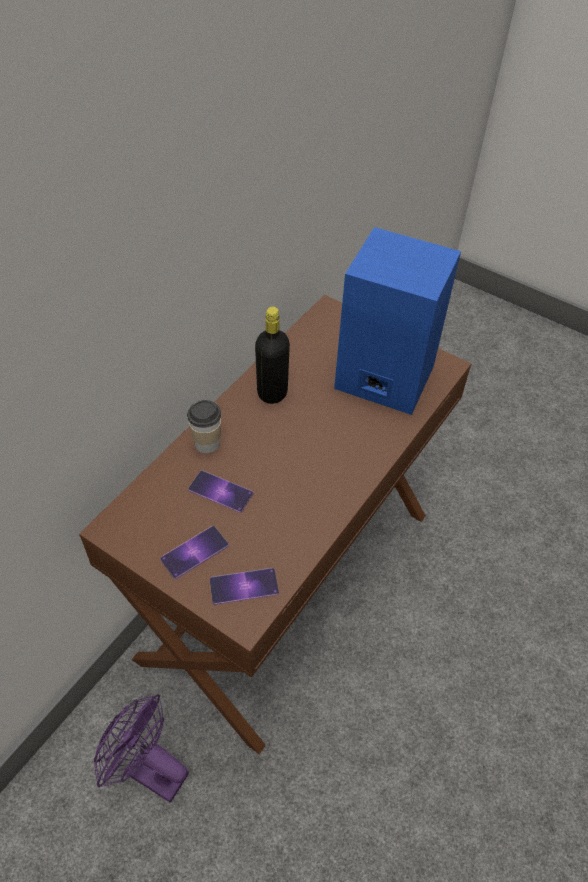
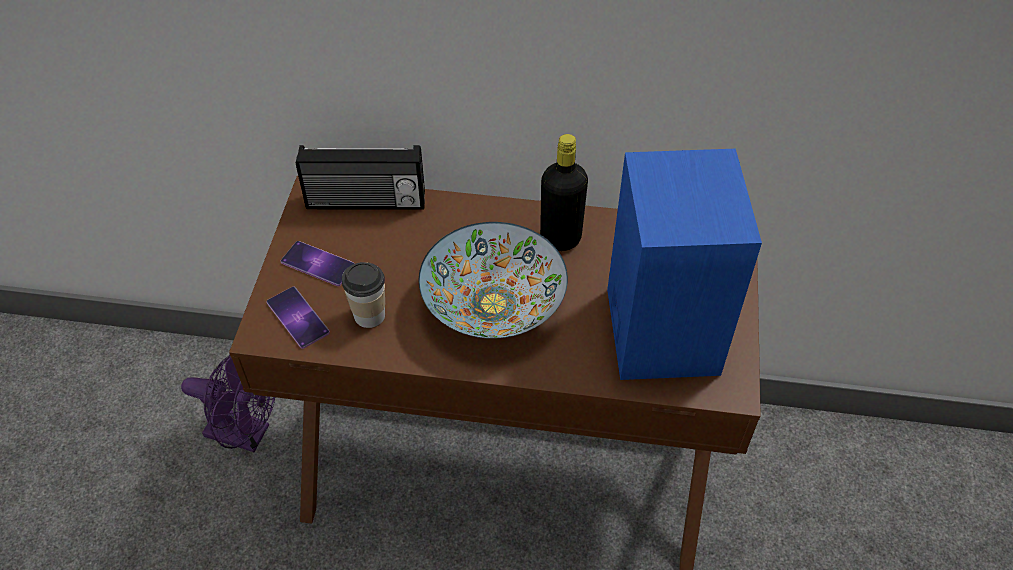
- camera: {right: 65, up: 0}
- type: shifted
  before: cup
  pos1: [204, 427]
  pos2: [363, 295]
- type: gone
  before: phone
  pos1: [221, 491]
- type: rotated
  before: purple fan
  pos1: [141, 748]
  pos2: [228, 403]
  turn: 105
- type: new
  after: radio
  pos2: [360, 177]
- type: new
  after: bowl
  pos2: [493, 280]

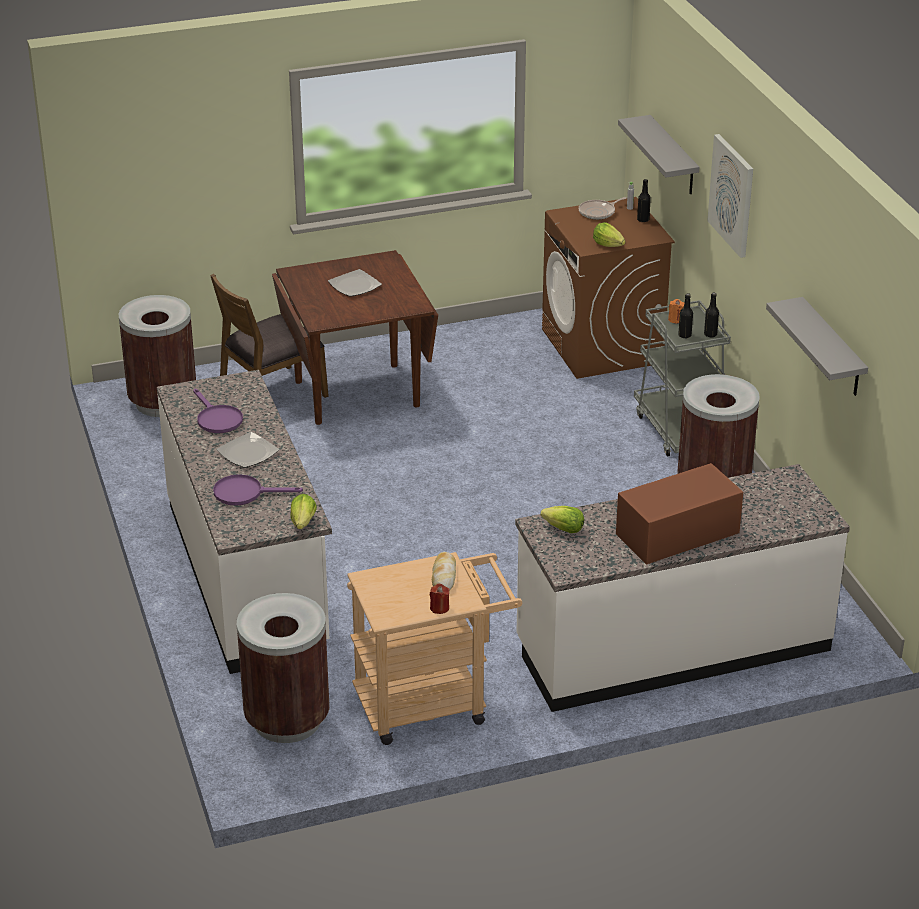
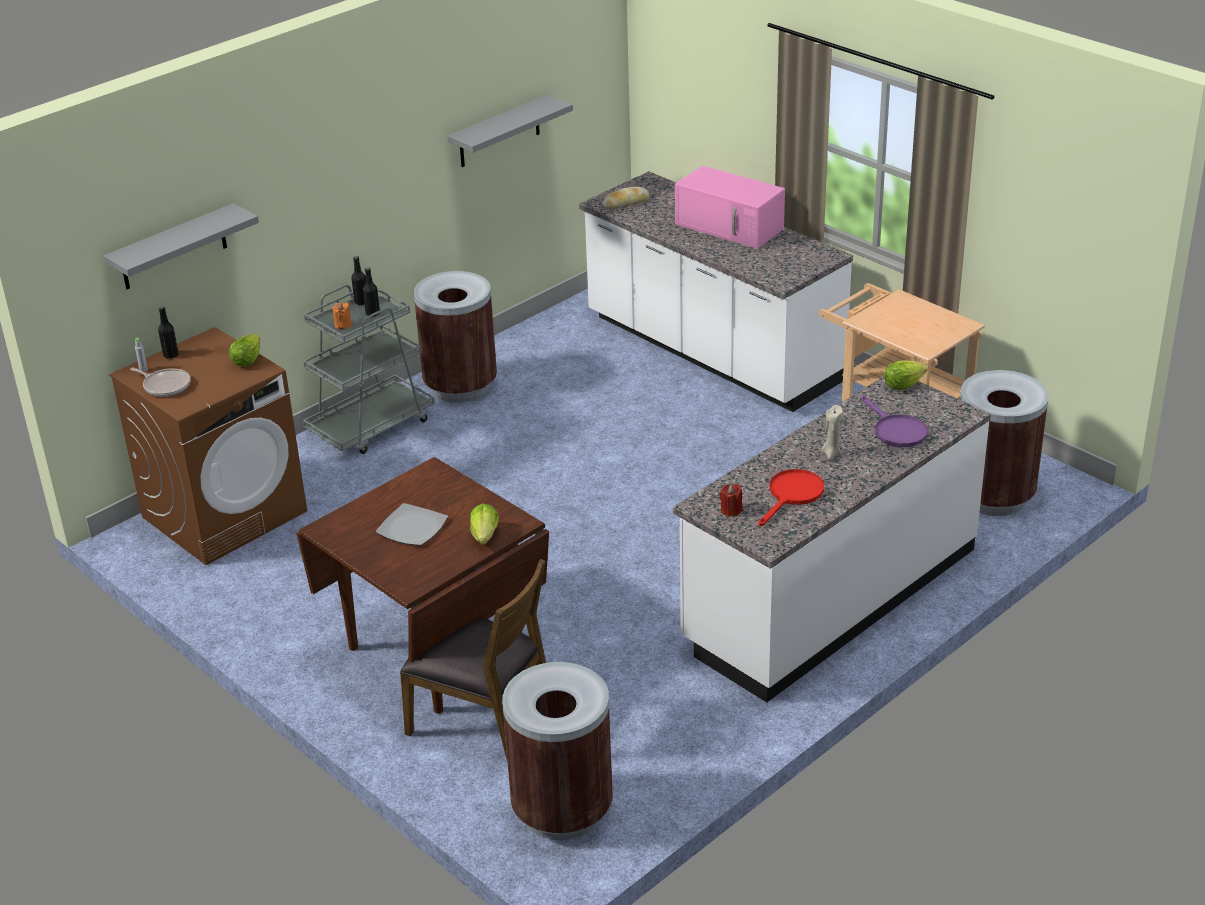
- camera: {right: -115, up: 0}
- type: gone
  before: picture
  pos1: [730, 196]
- type: repainted
  before: purple frying pan
  after: red frying pan
  pos1: [218, 411]
  pos2: [791, 497]
- type: swapped
  before: plate
  after: beige candle
  pos1: [248, 450]
  pos2: [832, 432]
- type: repainted
  before: brown microwave
  after: pink microwave
  pos1: [679, 514]
  pos2: [730, 207]
- type: shifted
  before: lettuce
  pos1: [562, 519]
  pos2: [484, 523]
- type: shifted
  before: bread
  pos1: [444, 571]
  pos2: [625, 198]
- type: shifted
  before: red candle
  pos1: [440, 599]
  pos2: [730, 500]

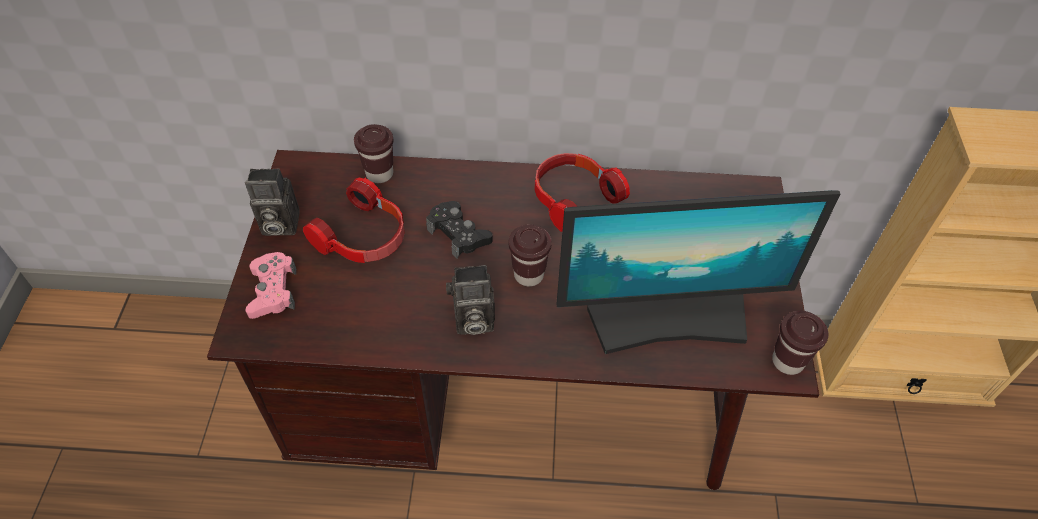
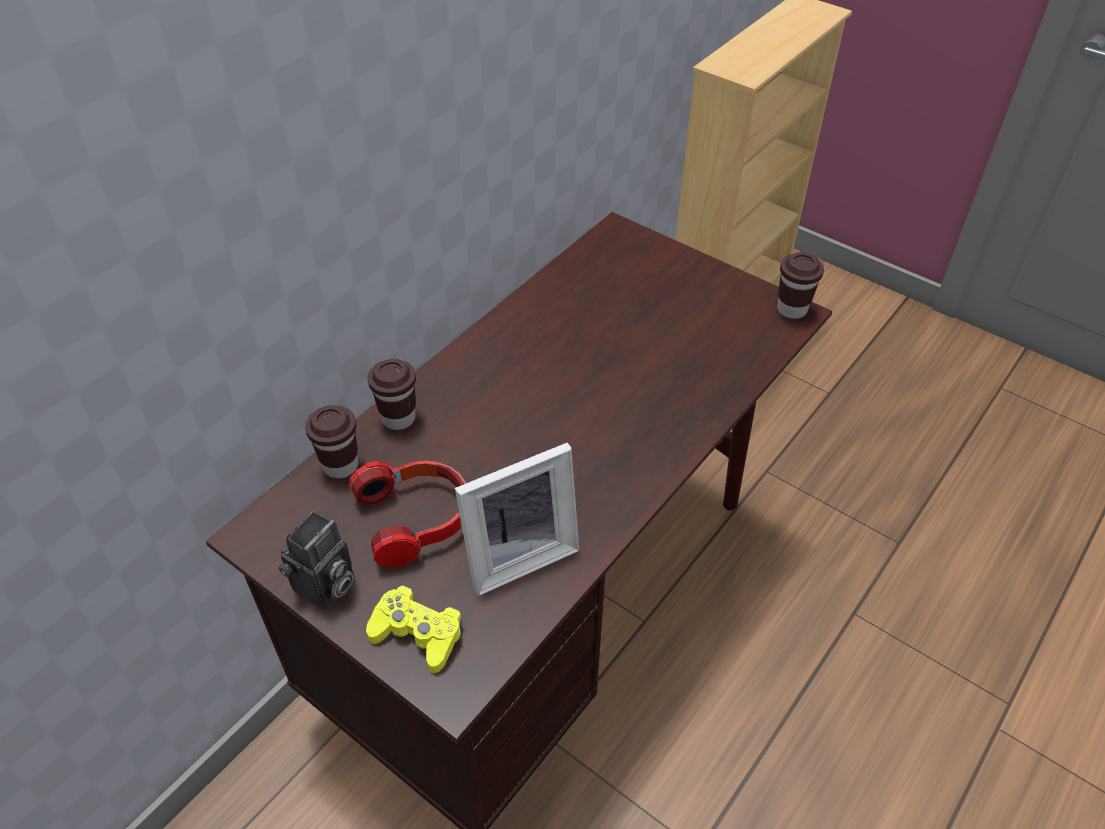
- camera: {right: -55, up: -5}
- type: gone
  before: headphones
  pos1: [582, 192]
- type: gone
  before: monitor
  pos1: [698, 272]
- type: gone
  before: black game controller
  pos1: [459, 230]
- type: shifted
  before: brown cup
  pos1: [530, 255]
  pos2: [392, 394]
- type: repainted
  before: pink game controller
  after: yellow game controller
  pos1: [270, 285]
  pos2: [414, 629]
- type: gone
  before: photo camera
  pos1: [470, 300]
- type: new
  after: picture frame
  pos2: [517, 519]

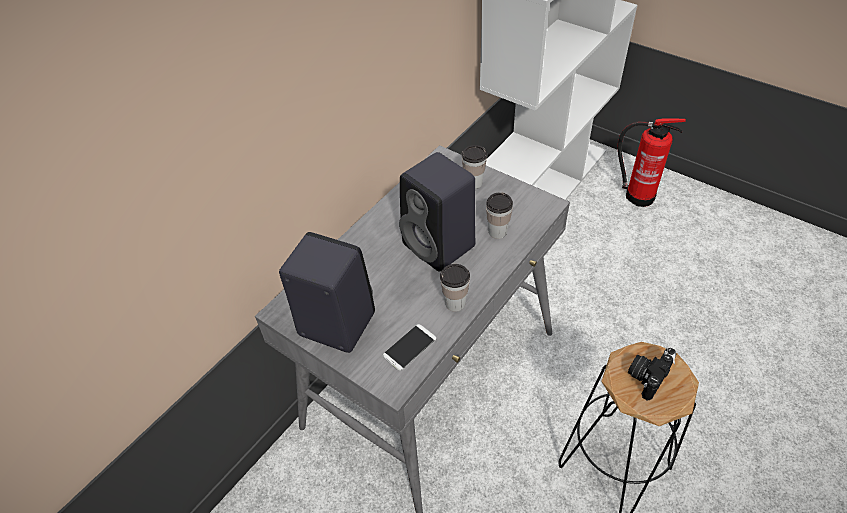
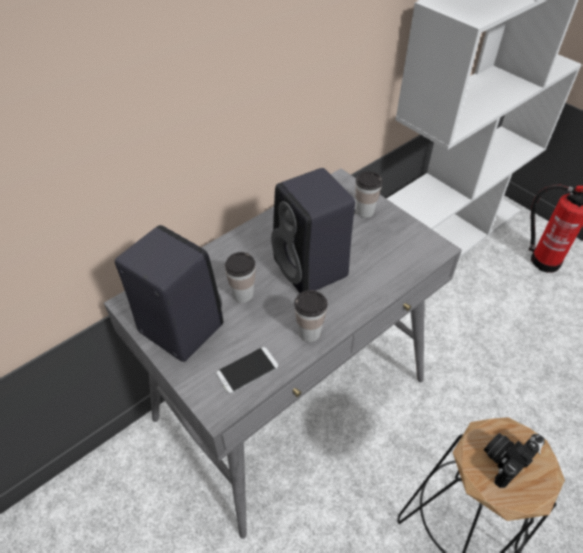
- camera: {right: 10, up: 0}
- type: shifted
  before: cup
  pos1: [499, 215]
  pos2: [240, 277]

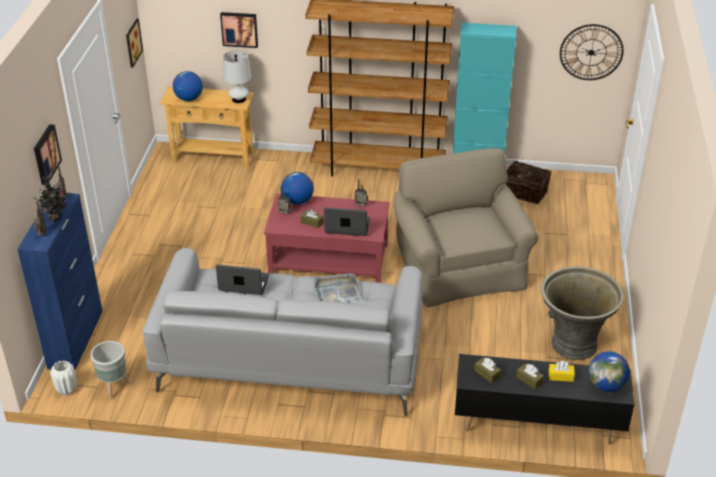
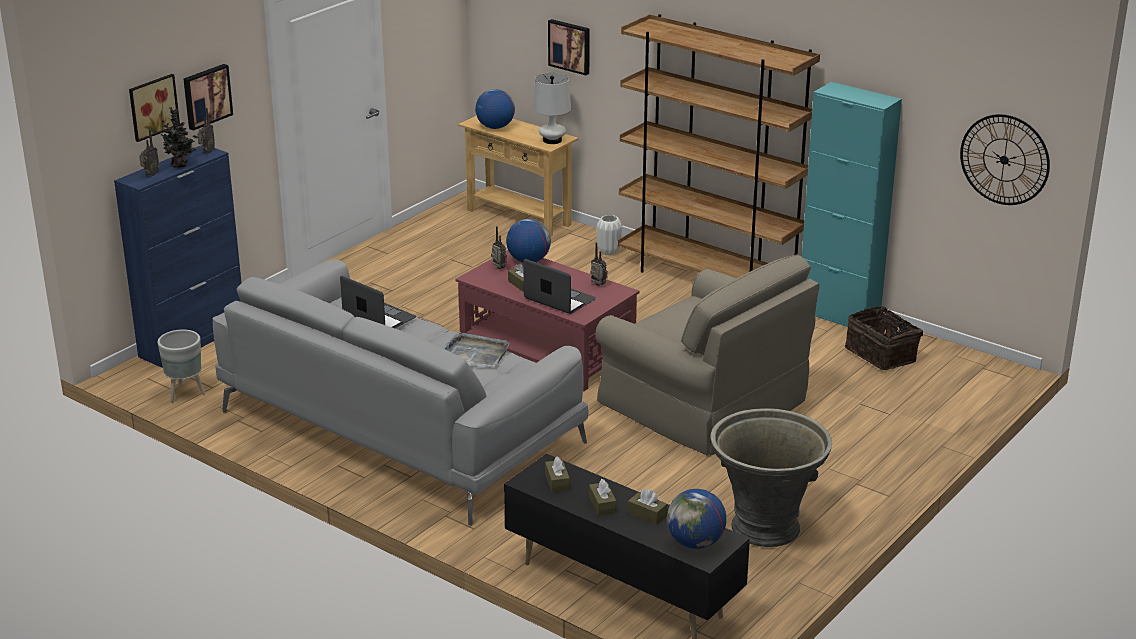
- camera: {right: 30, up: -10}
- type: shifted
  before: picture
  pos1: [134, 43]
  pos2: [154, 108]
- type: rotated
  before: beige armchair
  pos1: [466, 227]
  pos2: [707, 355]
  turn: 120
- type: shifted
  before: white vase
  pos1: [63, 377]
  pos2: [609, 235]
- type: repainted
  before: yellow tissue box
  after: brown tissue box
  pos1: [562, 371]
  pos2: [647, 507]

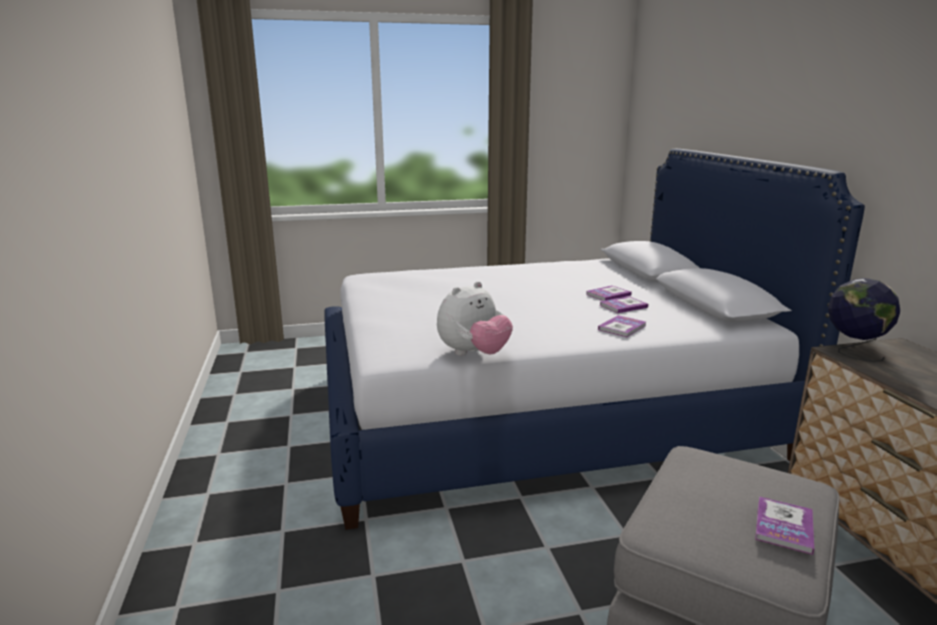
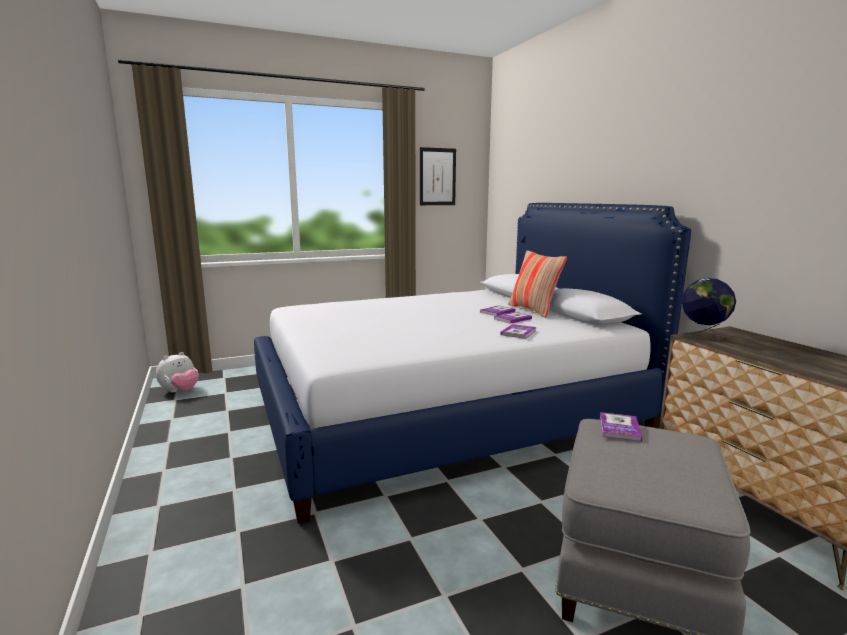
- camera: {right: -10, up: -5}
- type: shifted
  before: plush toy
  pos1: [475, 319]
  pos2: [177, 372]
- type: shifted
  before: book
  pos1: [784, 525]
  pos2: [621, 427]
- type: new
  after: picture
  pos2: [438, 176]
- type: new
  after: pillow
  pos2: [537, 284]

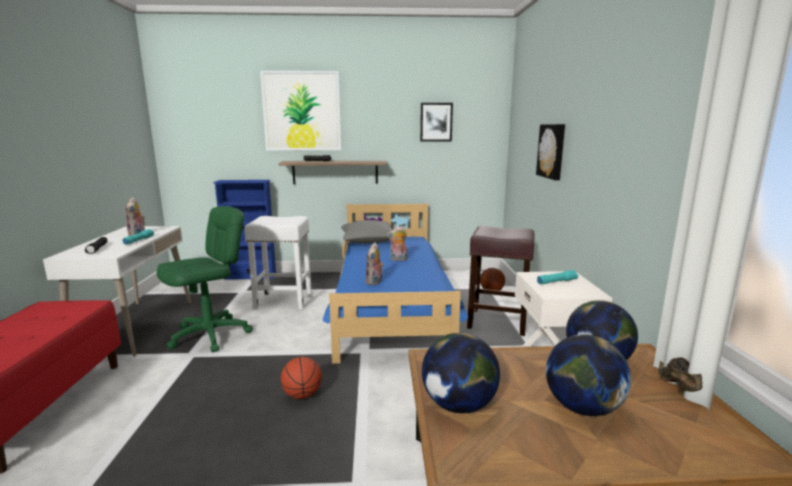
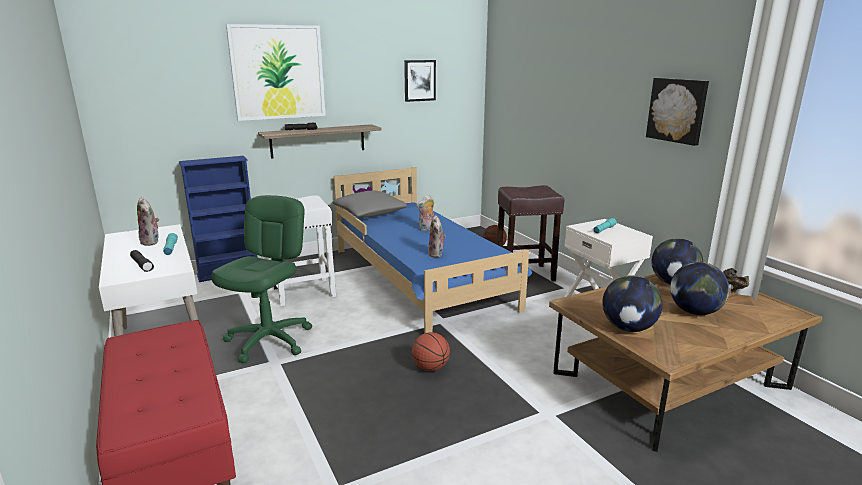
- camera: {right: -25, up: 5}
- type: shifted
  before: picture
  pos1: [550, 152]
  pos2: [677, 112]

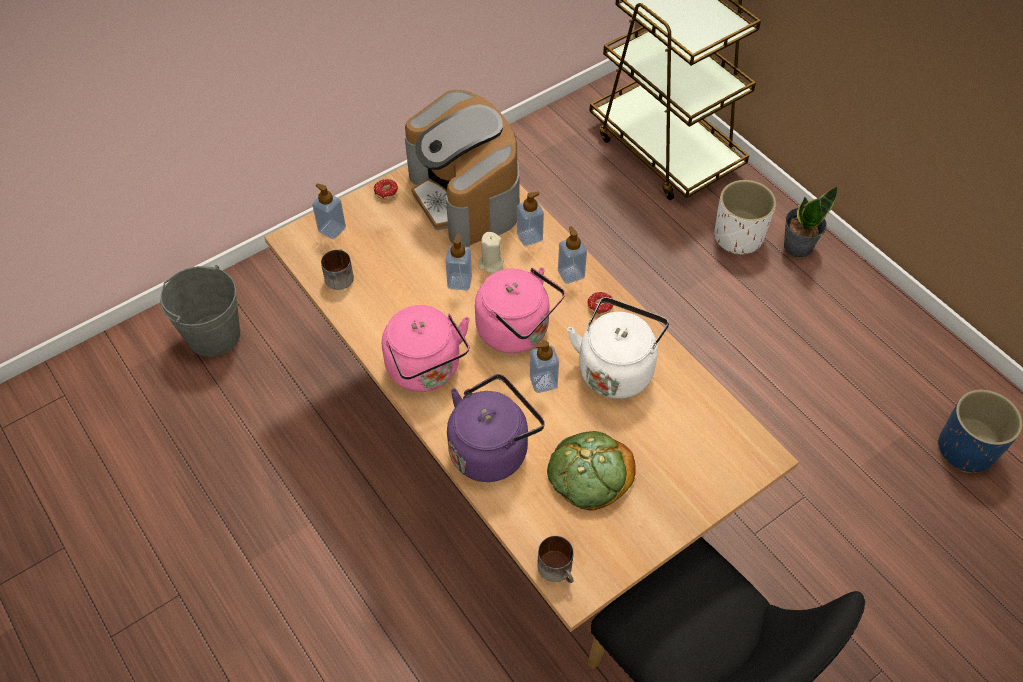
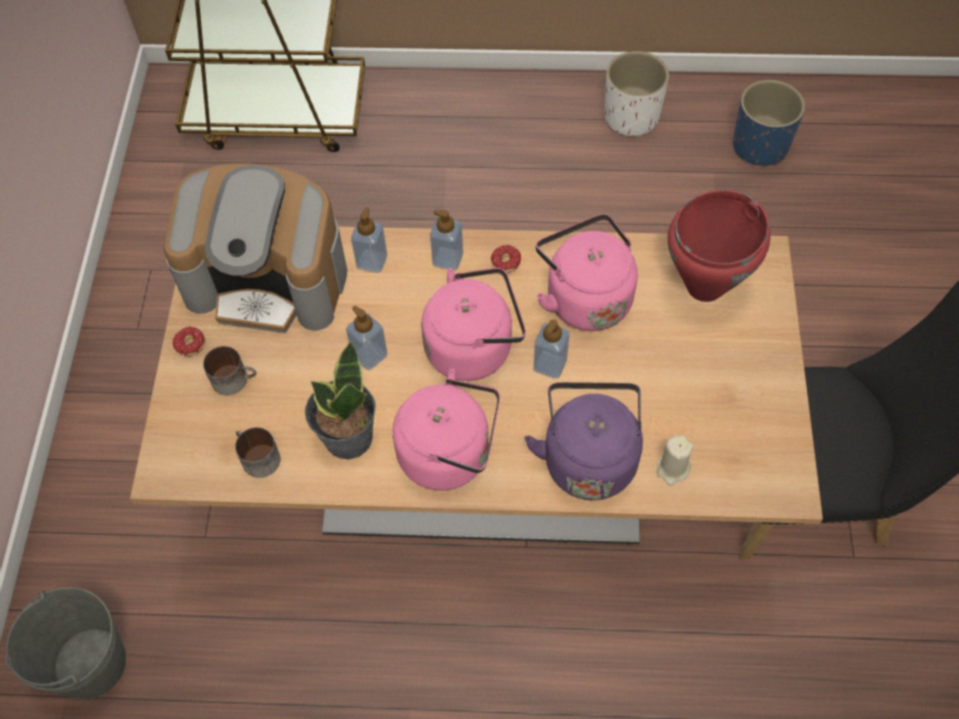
- camera: {right: -50, up: 5}
- type: shifted
  before: white planter
  pos1: [745, 217]
  pos2: [636, 93]
- type: gone
  before: soap dispenser
  pos1: [329, 211]
- type: shifted
  before: potted plant
  pos1: [811, 222]
  pos2: [340, 400]
- type: shifted
  before: beige candle
  pos1: [491, 252]
  pos2: [675, 460]
- type: repainted
  before: white kettle
  after: pink kettle
  pos1: [618, 348]
  pos2: [587, 272]
- type: gone
  before: bread
  pos1: [591, 471]
- type: shifted
  before: mug
  pos1: [555, 559]
  pos2: [229, 370]
- type: new
  after: red cooking pot
  pos2: [719, 246]

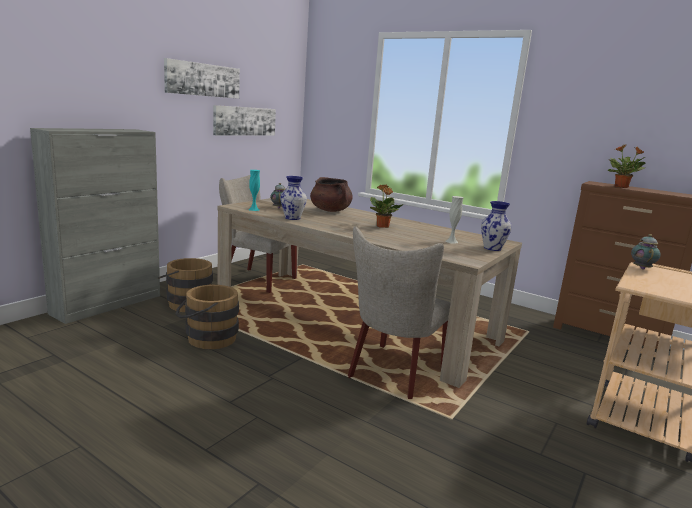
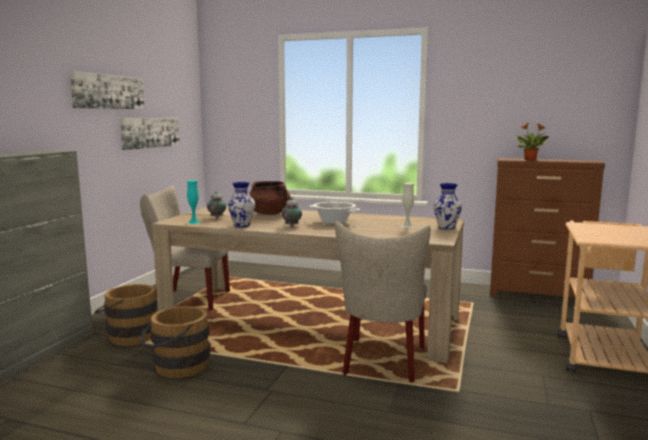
- camera: {right: -15, up: -5}
- type: swapped
  before: potted plant
  after: cooking pot
  pos1: [387, 206]
  pos2: [334, 213]
- type: shifted
  before: teapot
  pos1: [646, 252]
  pos2: [292, 212]

